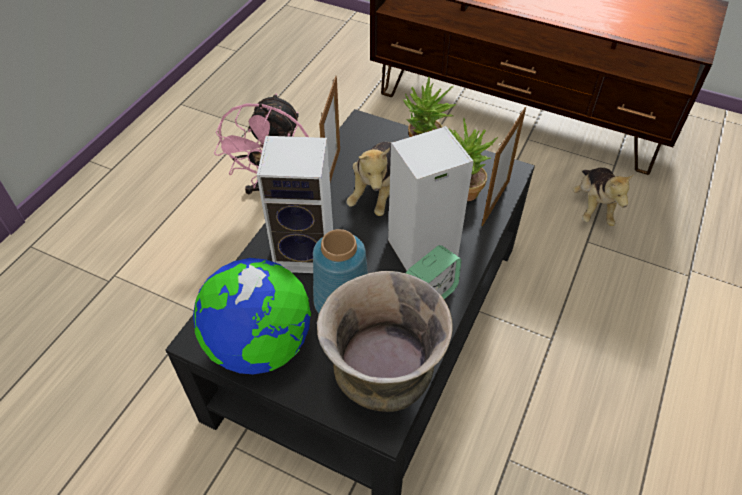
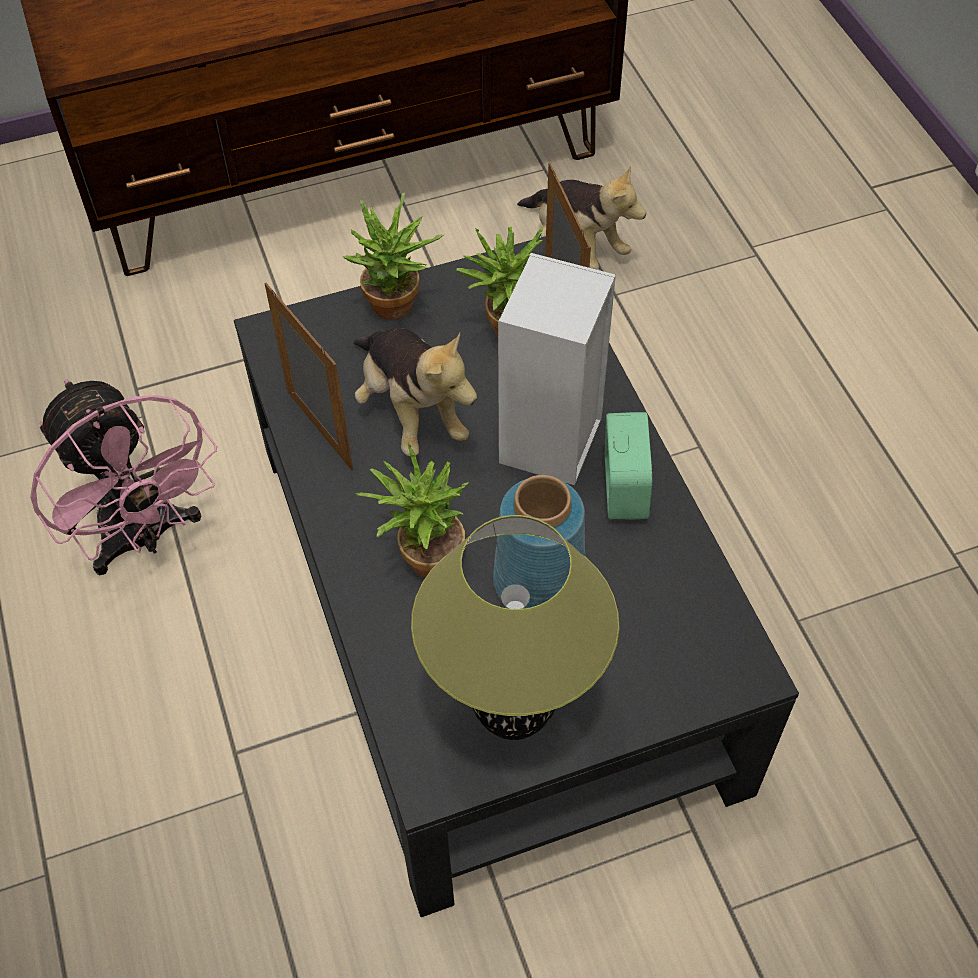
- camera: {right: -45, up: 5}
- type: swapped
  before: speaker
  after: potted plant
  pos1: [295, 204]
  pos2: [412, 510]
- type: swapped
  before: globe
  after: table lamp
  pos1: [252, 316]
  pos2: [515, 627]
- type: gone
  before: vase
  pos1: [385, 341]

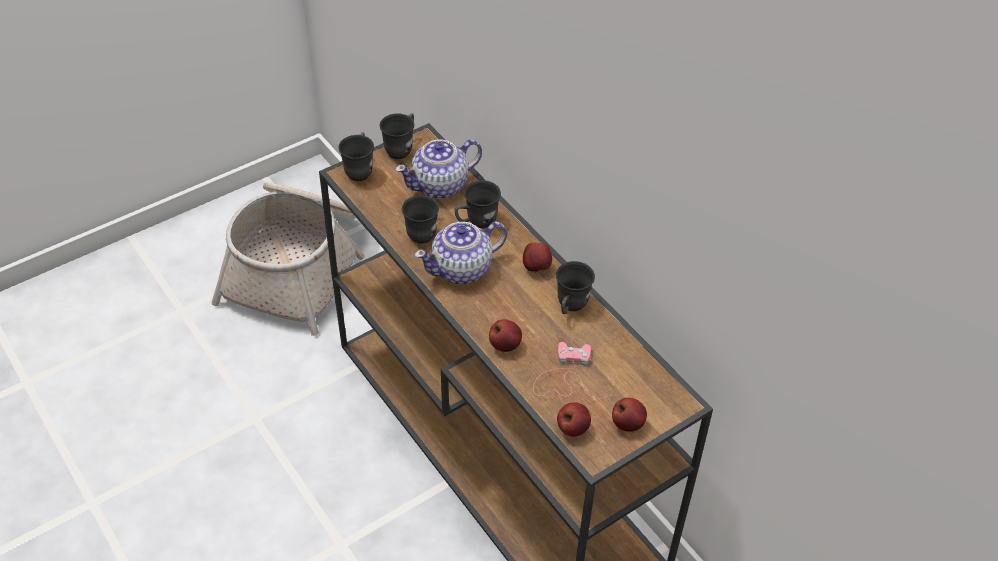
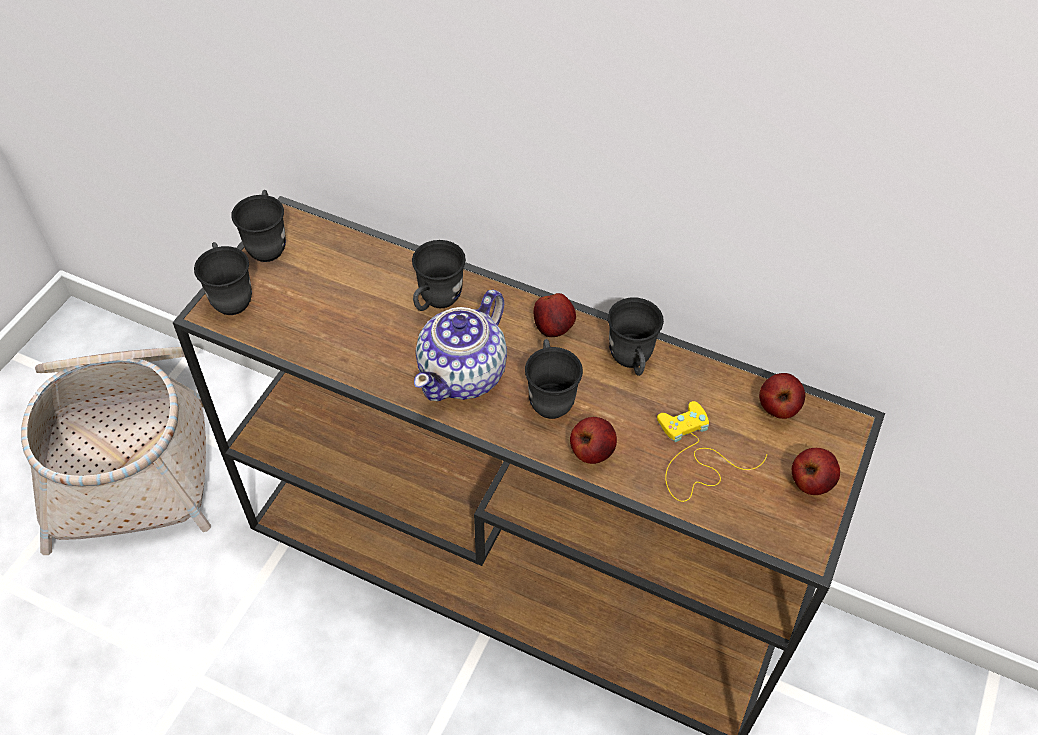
- camera: {right: -30, up: 5}
- type: gone
  before: teapot
  pos1: [438, 169]
- type: shifted
  before: grey mug
  pos1: [420, 218]
  pos2: [554, 379]
- type: repainted
  before: pink game controller
  after: yellow game controller
  pos1: [571, 370]
  pos2: [712, 451]
- type: shifted
  before: apple
  pos1: [574, 419]
  pos2: [782, 396]

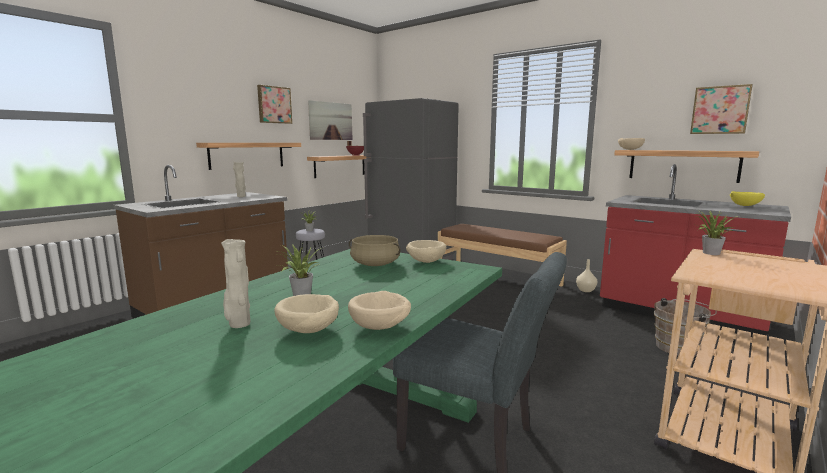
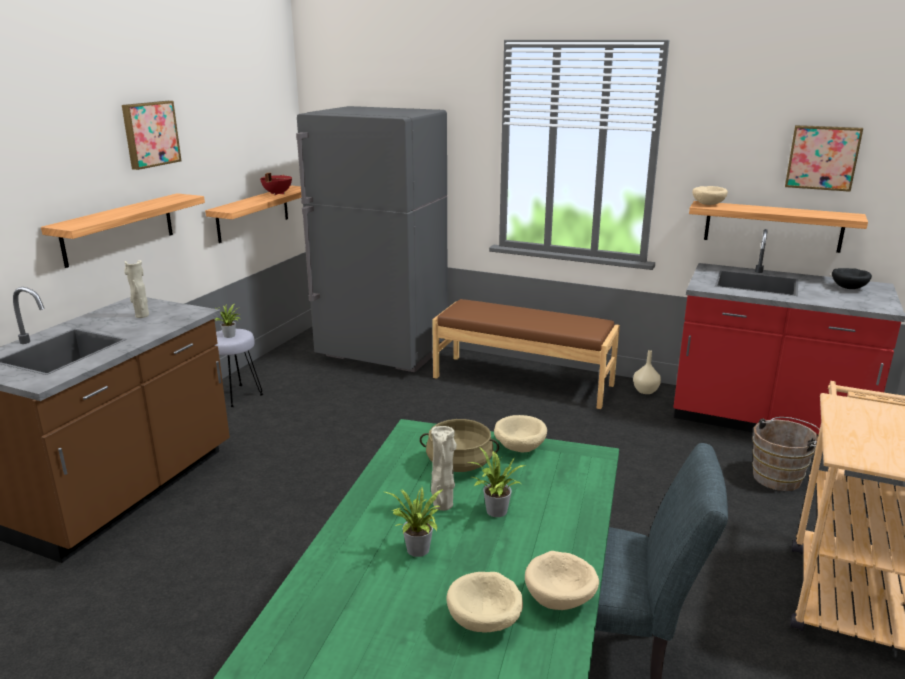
- camera: {right: -15, up: 10}
- type: gone
  before: picture
  pos1: [330, 120]
- type: repainted
  before: yellow bowl
  after: black bowl
  pos1: [747, 198]
  pos2: [852, 278]
- type: shifted
  before: potted plant
  pos1: [717, 233]
  pos2: [497, 482]
- type: shifted
  before: beige vase
  pos1: [235, 283]
  pos2: [444, 468]

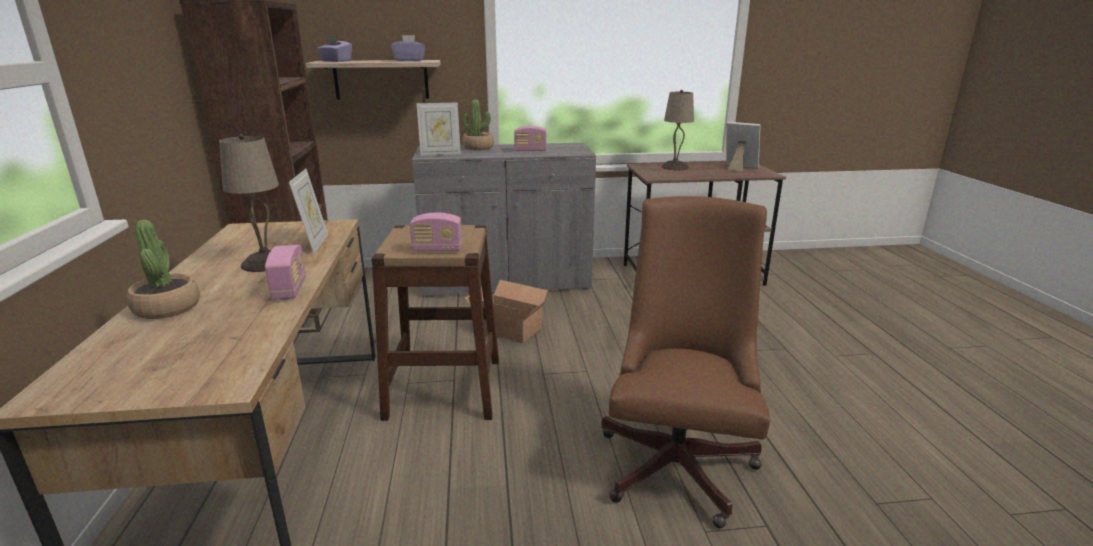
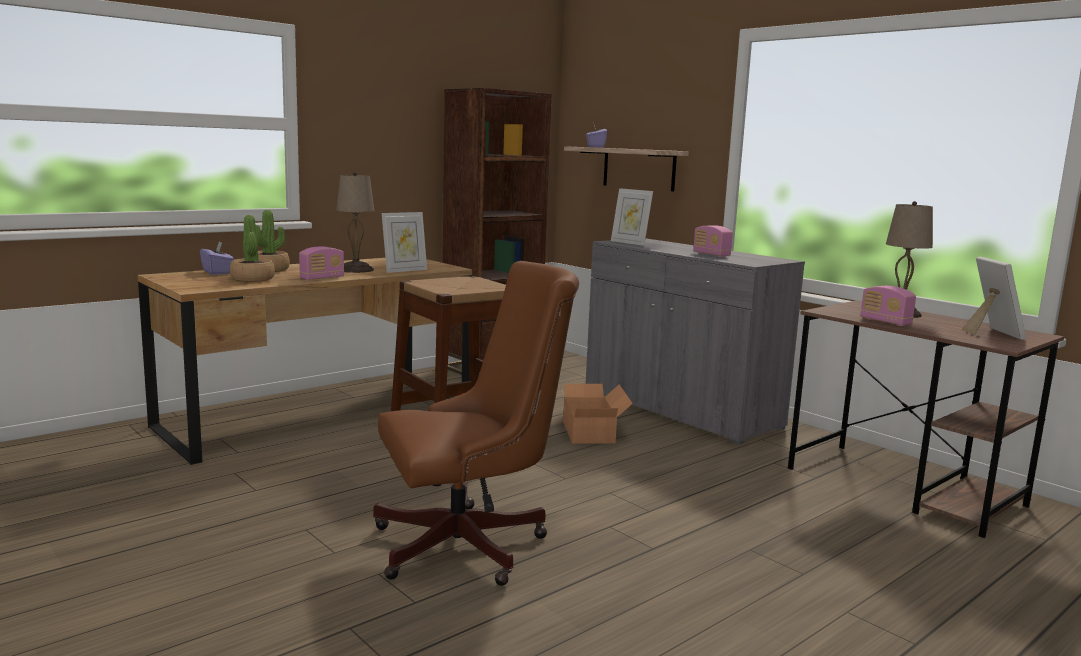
- camera: {right: 55, up: -10}
- type: shifted
  before: purple tissue box
  pos1: [408, 48]
  pos2: [217, 258]
- type: shifted
  before: potted plant
  pos1: [478, 125]
  pos2: [252, 248]
- type: shifted
  before: radio
  pos1: [436, 232]
  pos2: [888, 306]

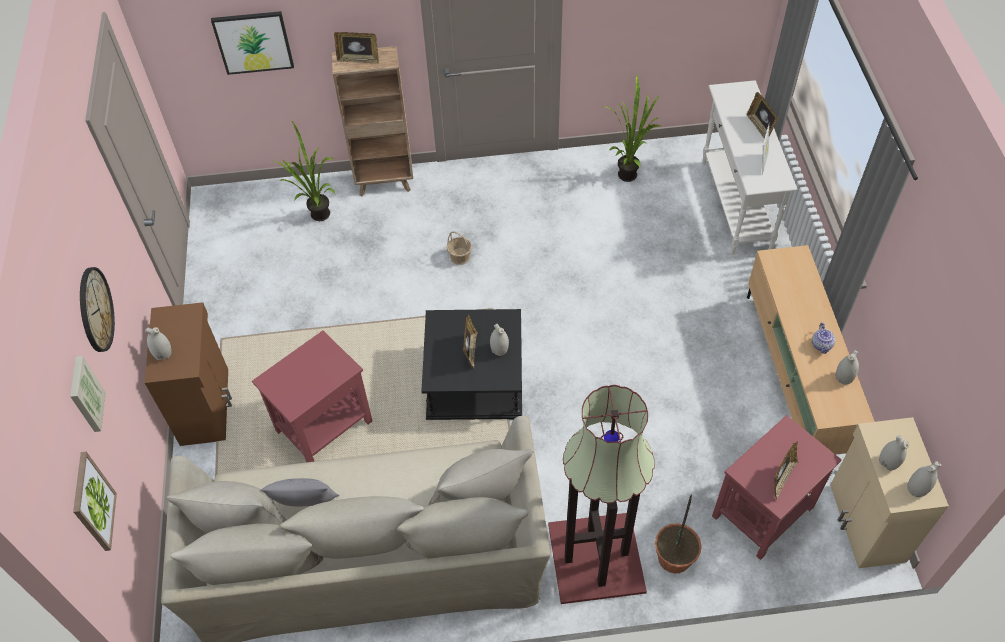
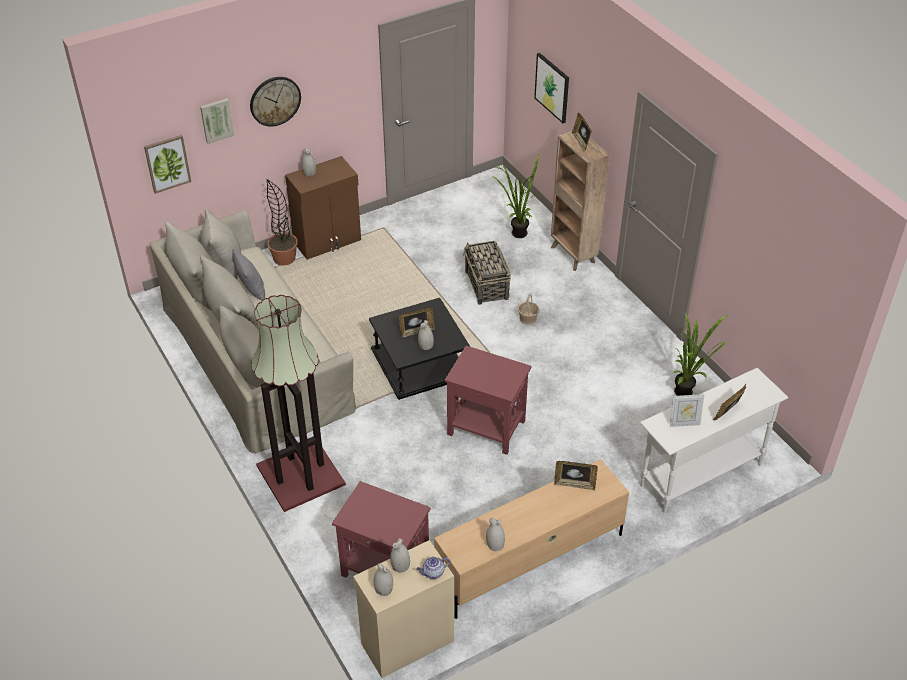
- camera: {right: 65, up: -10}
- type: shifted
  before: teapot
  pos1: [823, 338]
  pos2: [433, 568]
- type: shifted
  before: red side table
  pos1: [312, 396]
  pos2: [488, 400]
- type: shifted
  before: picture frame
  pos1: [786, 470]
  pos2: [576, 476]
- type: shifted
  before: potted plant
  pos1: [678, 534]
  pos2: [282, 222]
- type: new
  after: basket
  pos2: [487, 273]

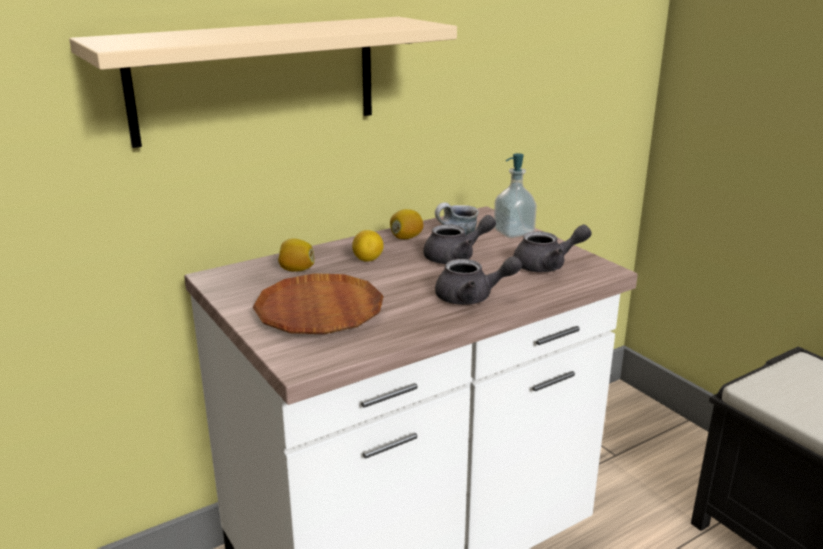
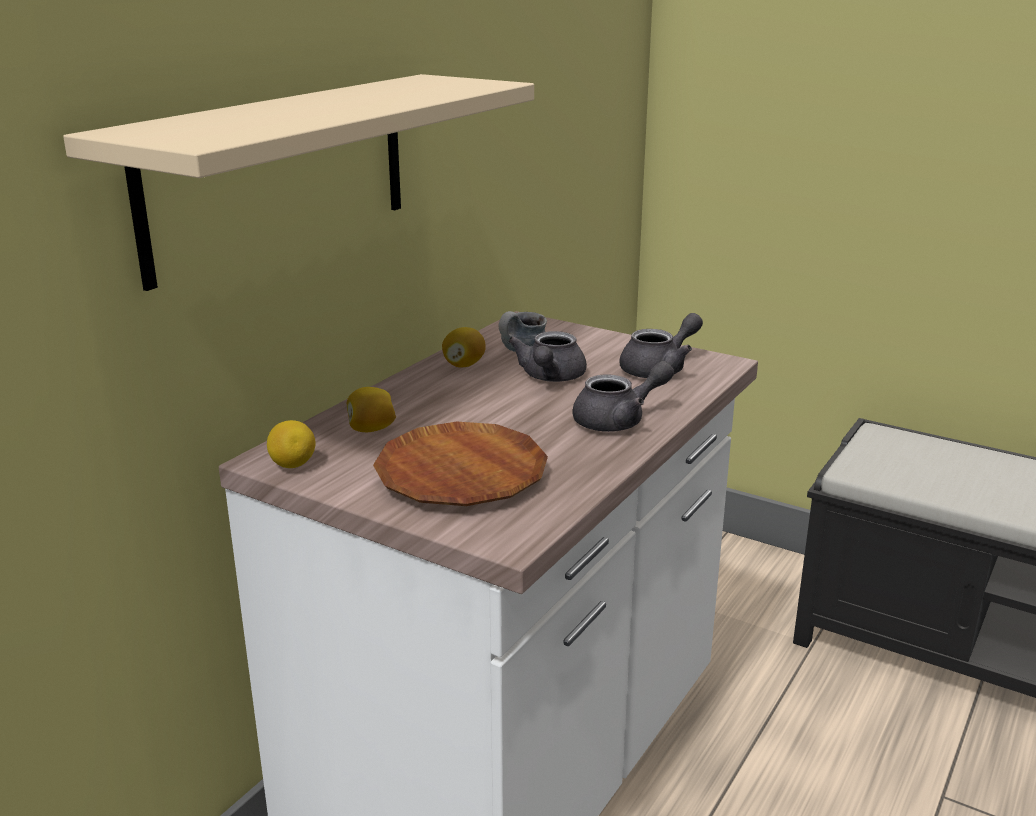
- camera: {right: -25, up: 0}
- type: gone
  before: soap dispenser
  pos1: [515, 195]
- type: rotated
  before: grey teapot
  pos1: [459, 239]
  pos2: [547, 356]
  turn: 150
- type: shifted
  before: lemon
  pos1: [368, 246]
  pos2: [291, 444]

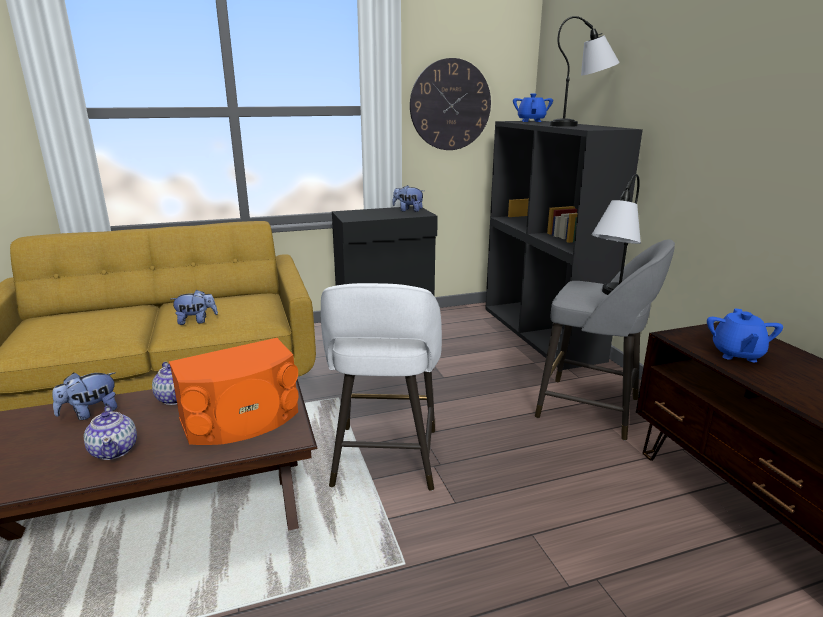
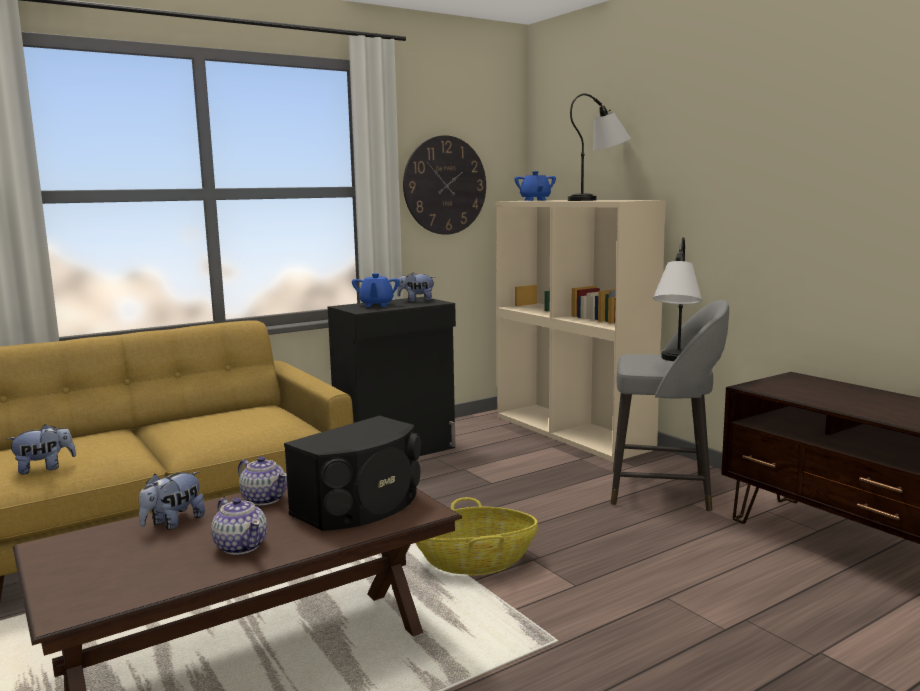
- camera: {right: -15, up: -10}
- type: repainted
  before: black bookcase
  after: beige bookcase
  pos1: [564, 245]
  pos2: [580, 331]
- type: swapped
  before: white stool
  after: basket
  pos1: [381, 387]
  pos2: [477, 536]
- type: shifted
  before: plush toy
  pos1: [194, 307]
  pos2: [41, 449]
- type: shifted
  before: blue teapot
  pos1: [745, 335]
  pos2: [376, 290]
- type: repainted
  before: orange speaker
  after: black speaker
  pos1: [234, 391]
  pos2: [352, 473]

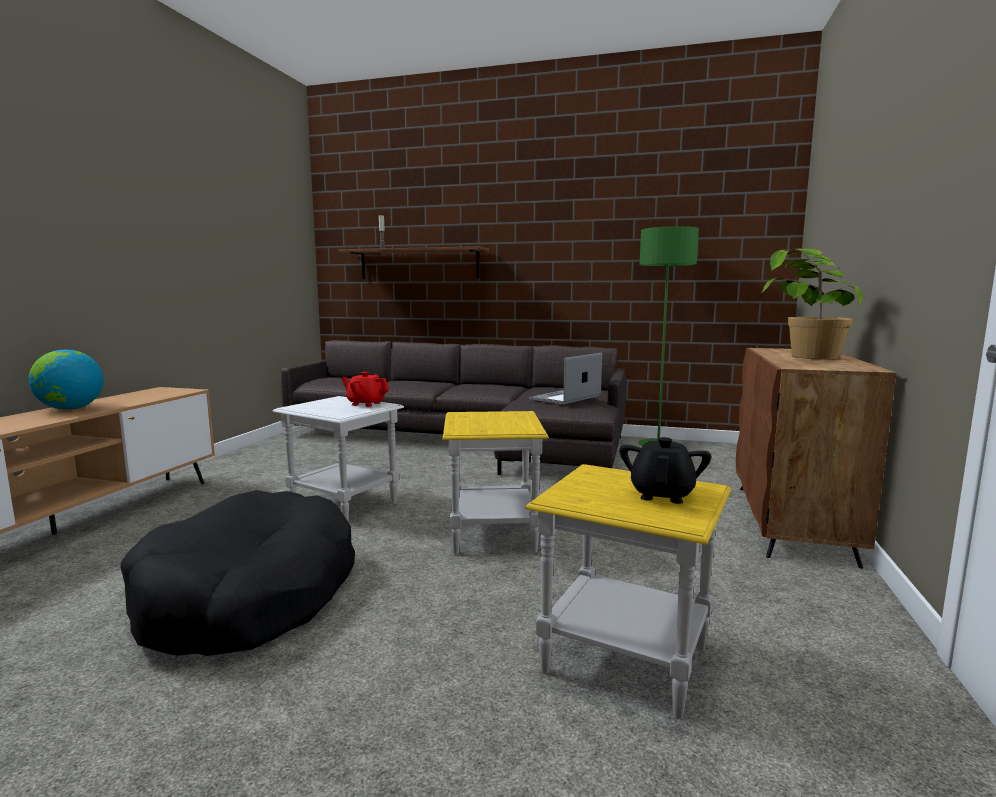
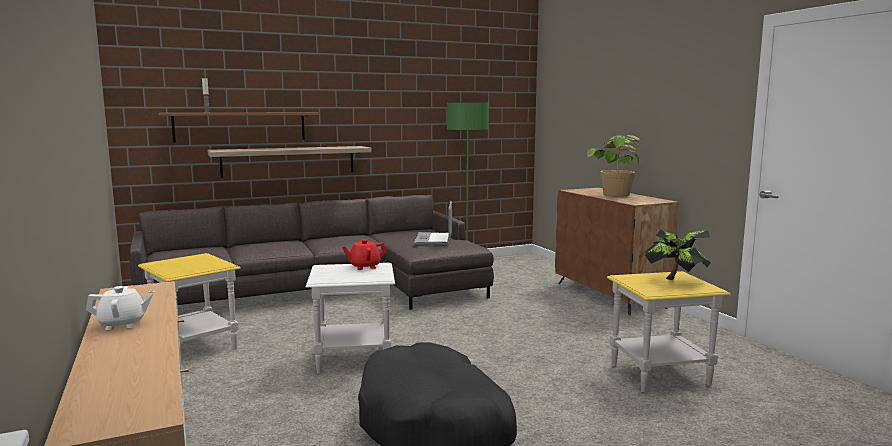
- camera: {right: -40, up: 0}
- type: swapped
  before: globe
  after: white teapot
  pos1: [66, 380]
  pos2: [120, 308]
- type: shifted
  before: yellow side table
  pos1: [495, 482]
  pos2: [189, 308]
- type: swapped
  before: black teapot
  after: potted plant
  pos1: [665, 470]
  pos2: [677, 254]
- type: new
  after: shelf
  pos2: [290, 162]

